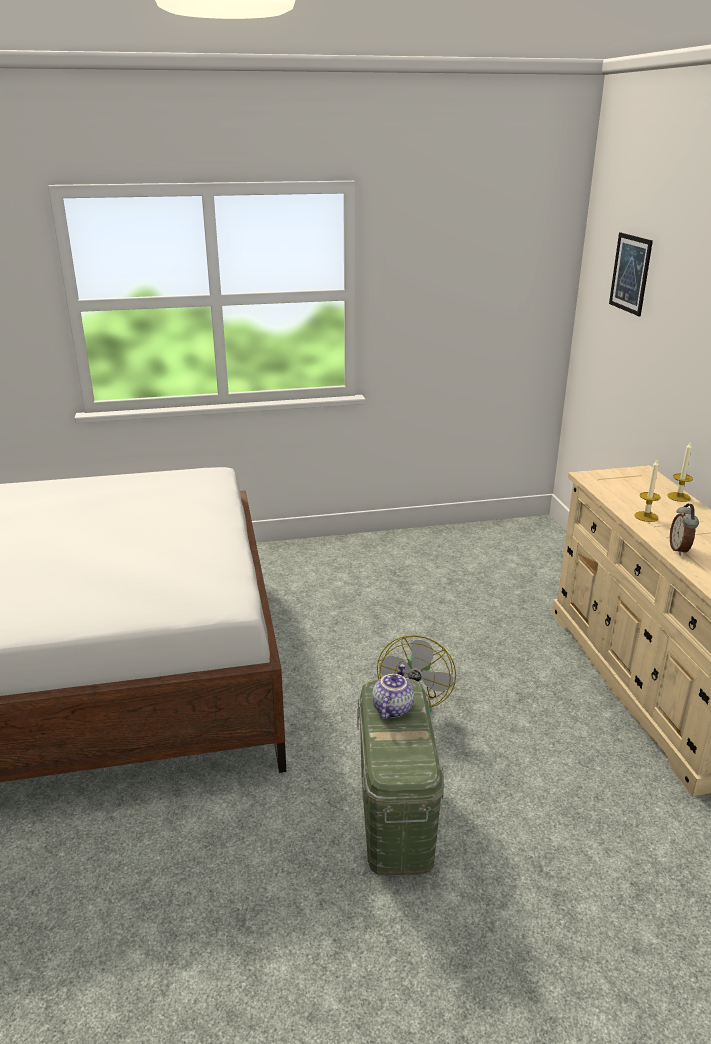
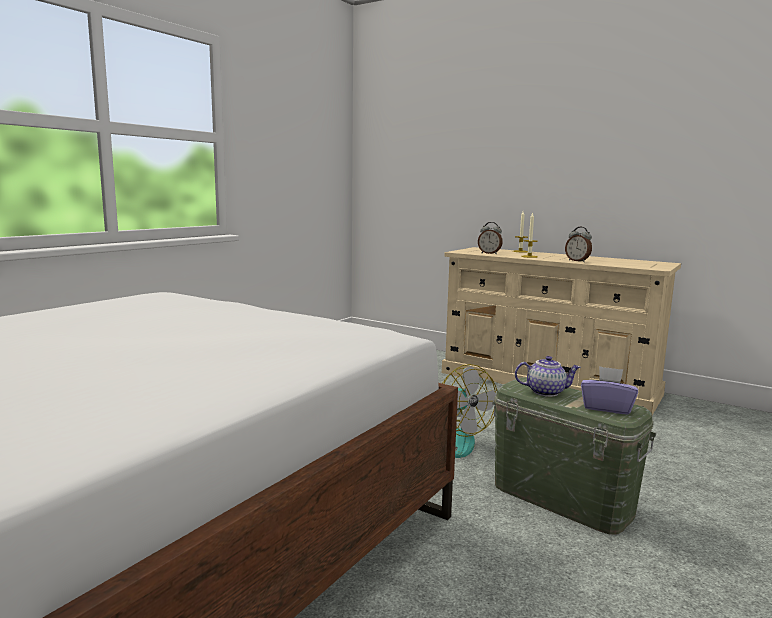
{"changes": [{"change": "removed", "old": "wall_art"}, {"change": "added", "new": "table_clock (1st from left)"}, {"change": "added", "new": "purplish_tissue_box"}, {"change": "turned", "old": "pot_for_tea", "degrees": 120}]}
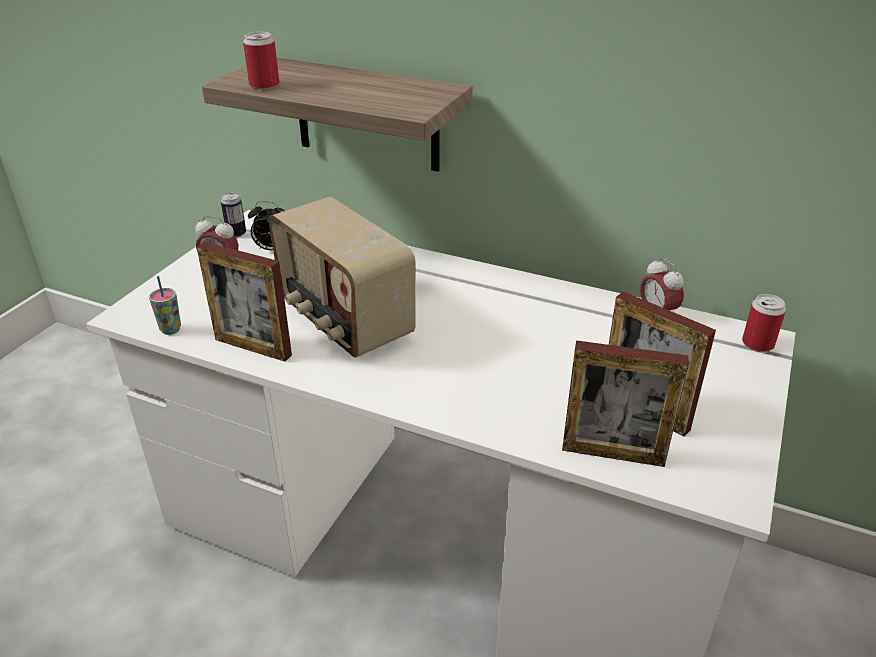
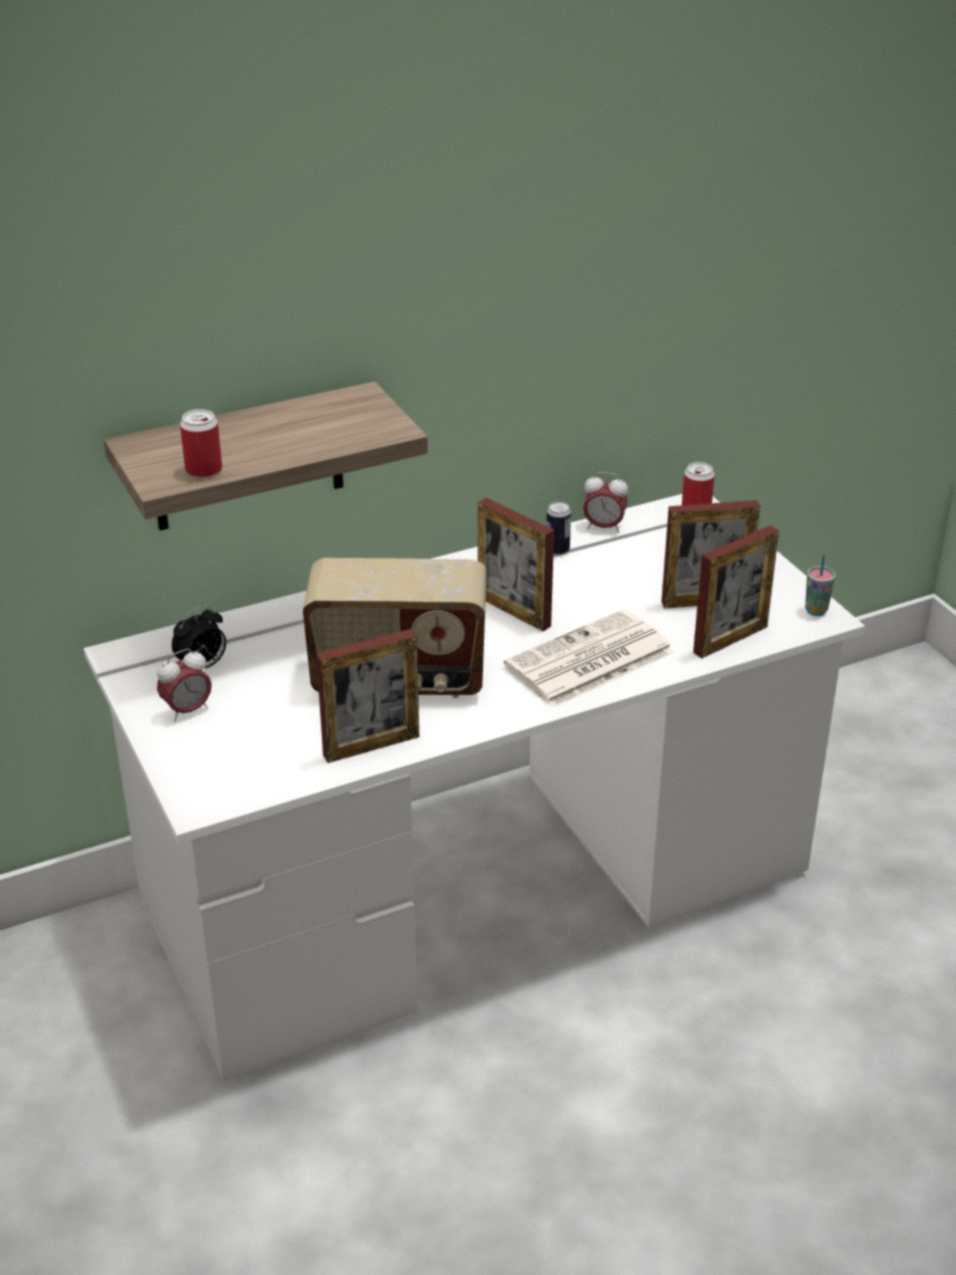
{"changes": [{"change": "added", "new": "photo_frame (2nd from left)"}, {"change": "added", "new": "newspaper"}, {"change": "moved", "old": "drinking_cup"}, {"change": "moved", "old": "can (1st from left in the first image)", "new": "can (2nd from left)"}]}
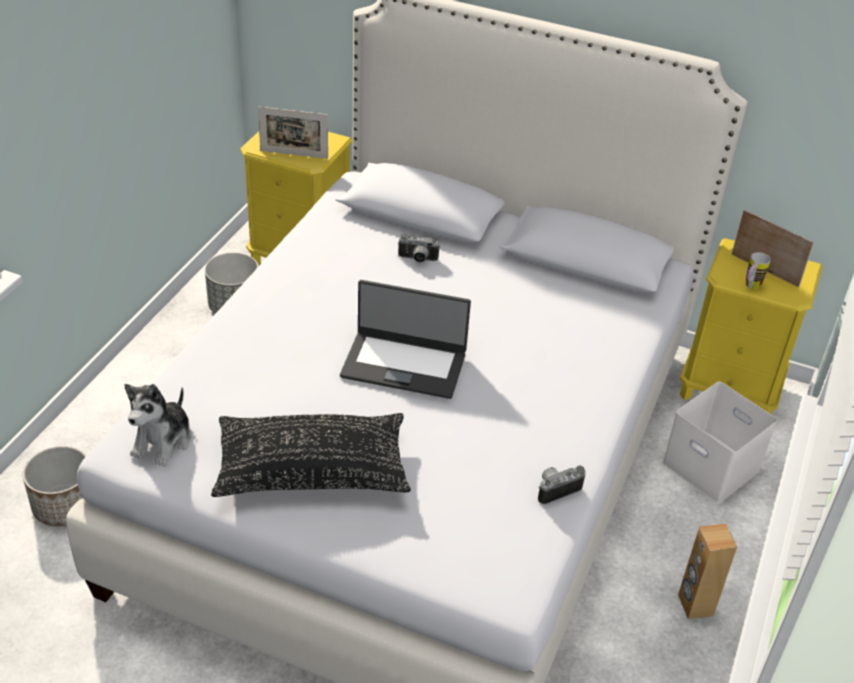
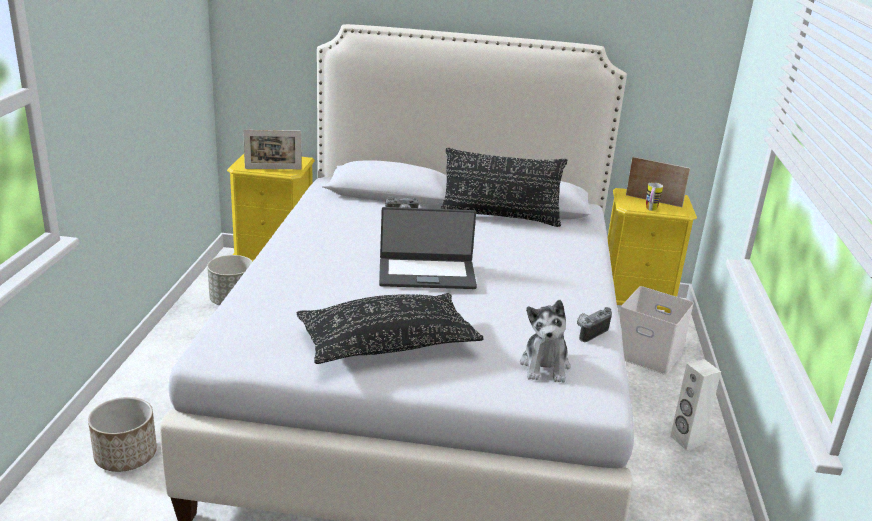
{"changes": [{"change": "added", "new": "blackish_cushion (2nd from left)"}, {"change": "moved", "old": "cuddly_toy"}, {"change": "recoloured", "old": "brownish_speaker", "new": "white_speaker"}]}
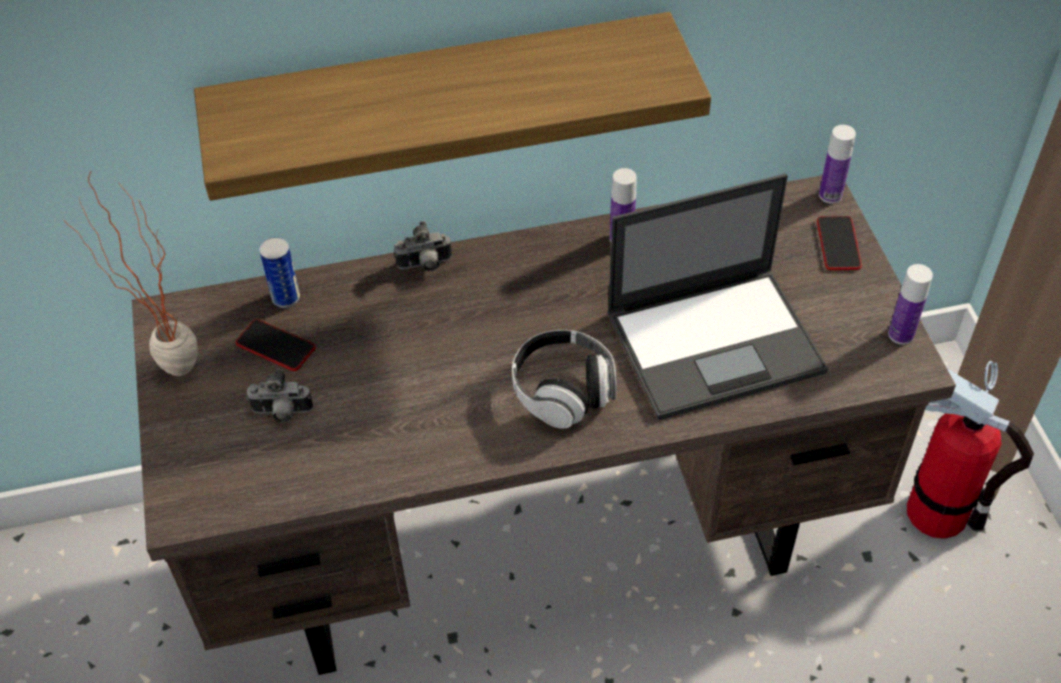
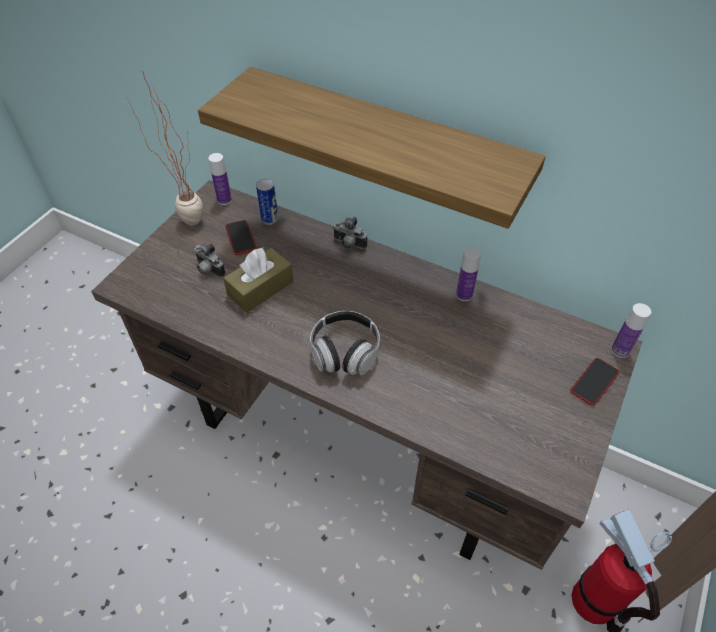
{"changes": [{"change": "removed", "old": "portable_computer"}, {"change": "added", "new": "brownish_tissue_box"}, {"change": "moved", "old": "beverage_bottle (3rd from left in the first image)", "new": "beverage_bottle (1st from left)"}]}
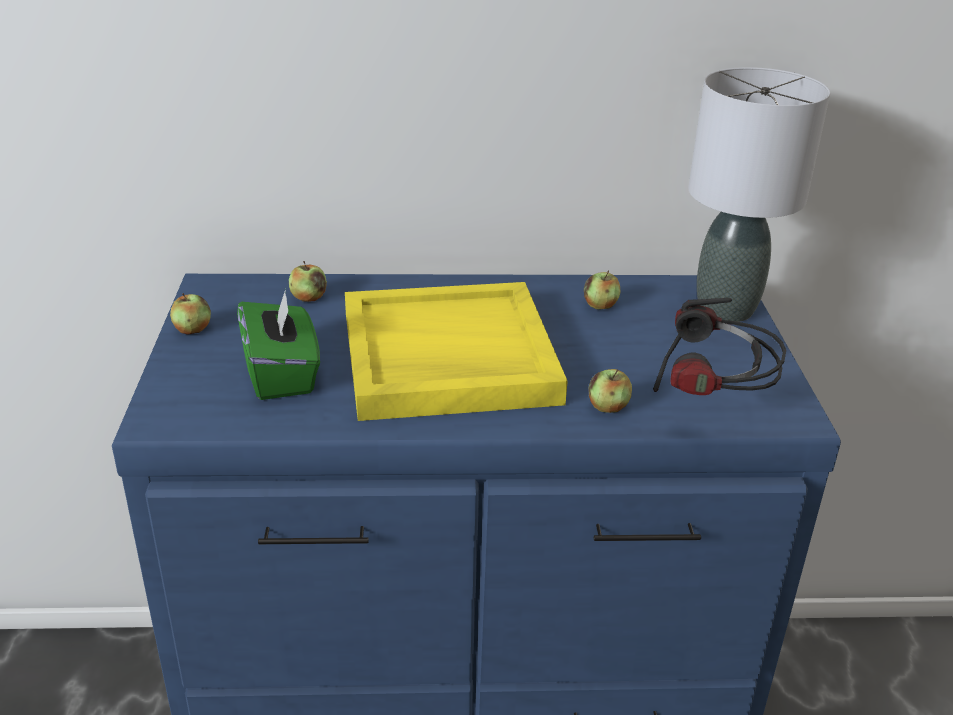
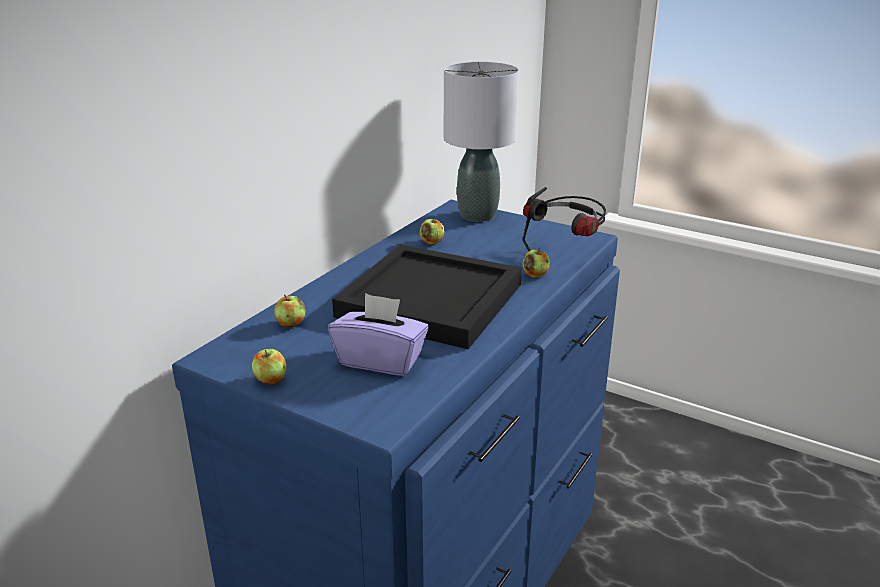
{"changes": [{"change": "recoloured", "old": "green-coloured_tissue_box", "new": "purplish_tissue_box"}, {"change": "recoloured", "old": "yellow_tray", "new": "blackish_tray"}]}
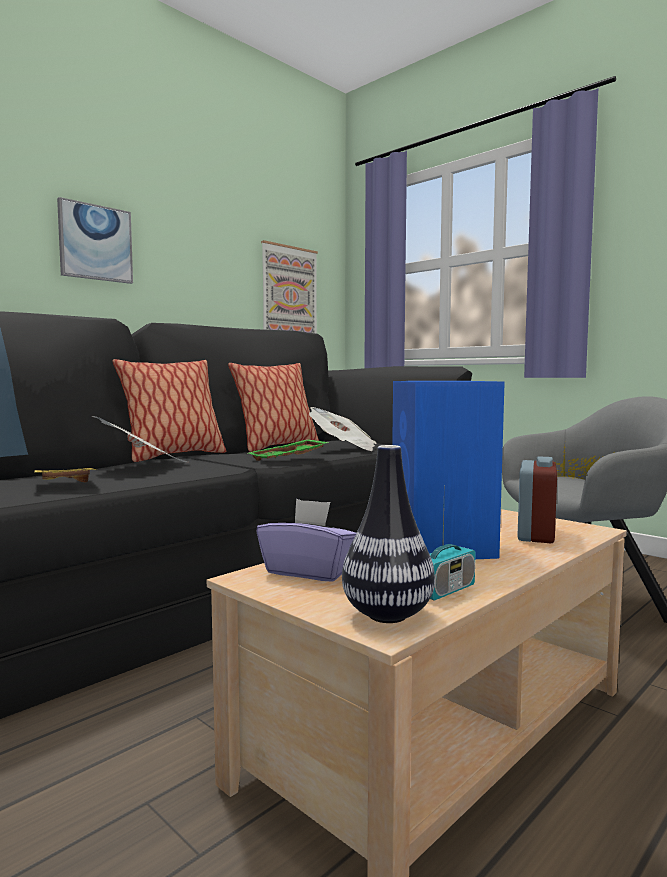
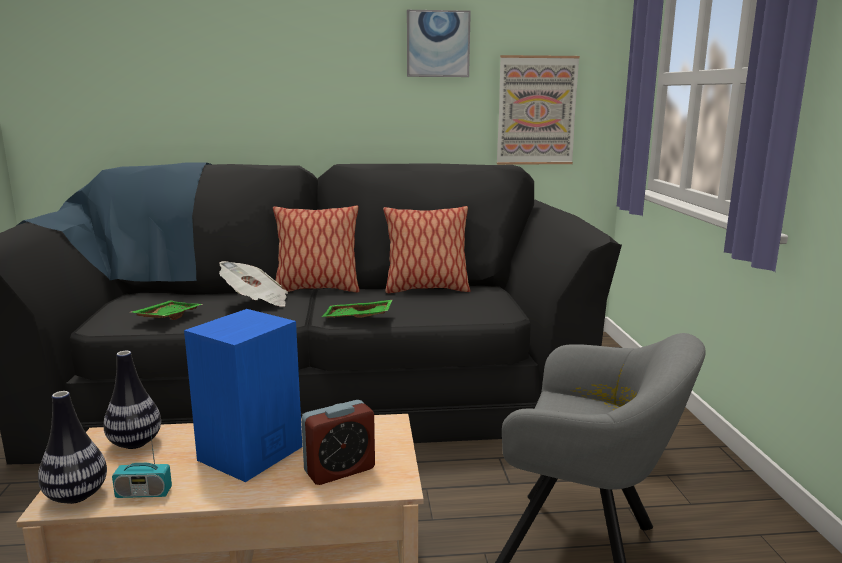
{"changes": [{"change": "removed", "old": "newspaper (2nd from left)"}, {"change": "moved", "old": "wall_art (1st from left)"}, {"change": "replaced", "old": "purplish_tissue_box", "new": "flower_vase (2nd from left)"}, {"change": "recoloured", "old": "yellow_tray", "new": "green-coloured_tray (1st from left)"}]}
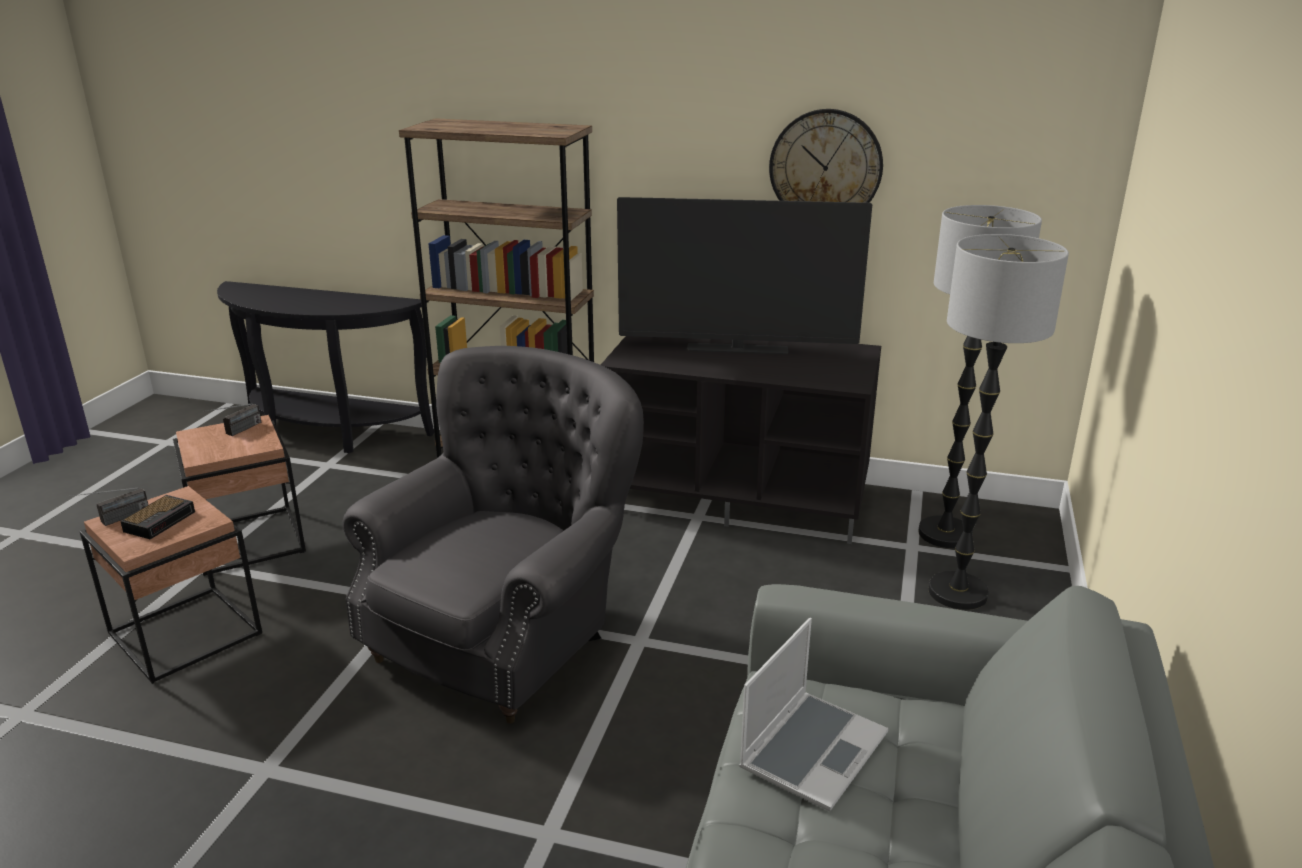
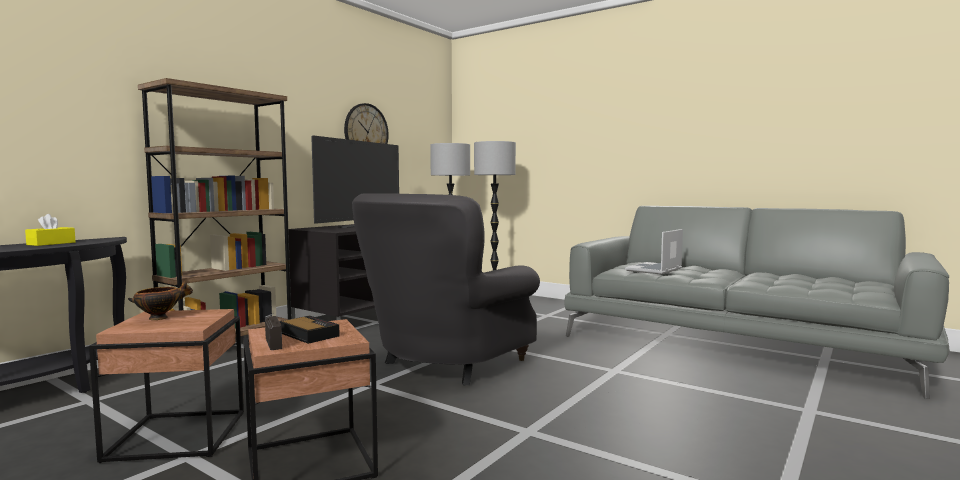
{"changes": [{"change": "added", "new": "yellow_tissue_box"}, {"change": "replaced", "old": "radio (2nd from left)", "new": "bowl"}, {"change": "turned", "old": "greyish_lounge_chair", "degrees": -105}, {"change": "turned", "old": "portable_computer", "degrees": -105}]}
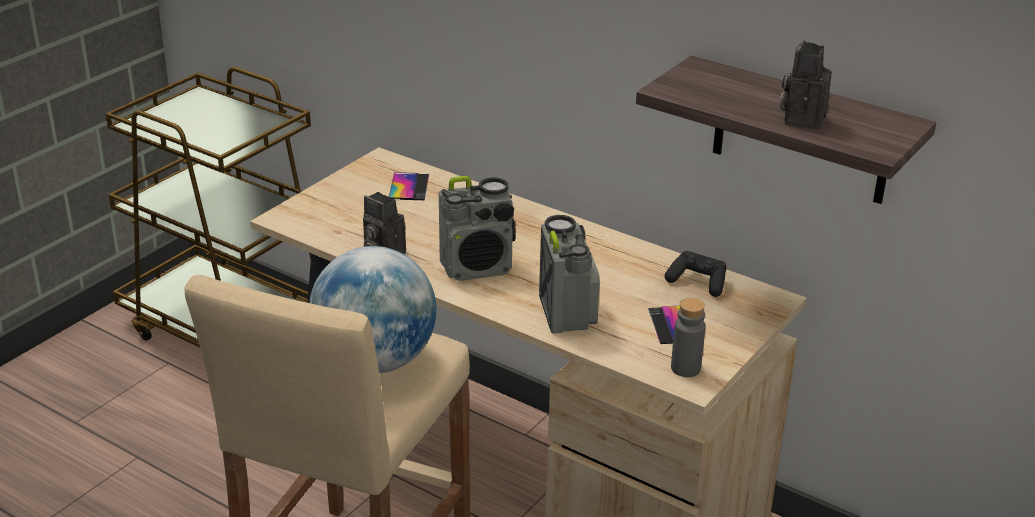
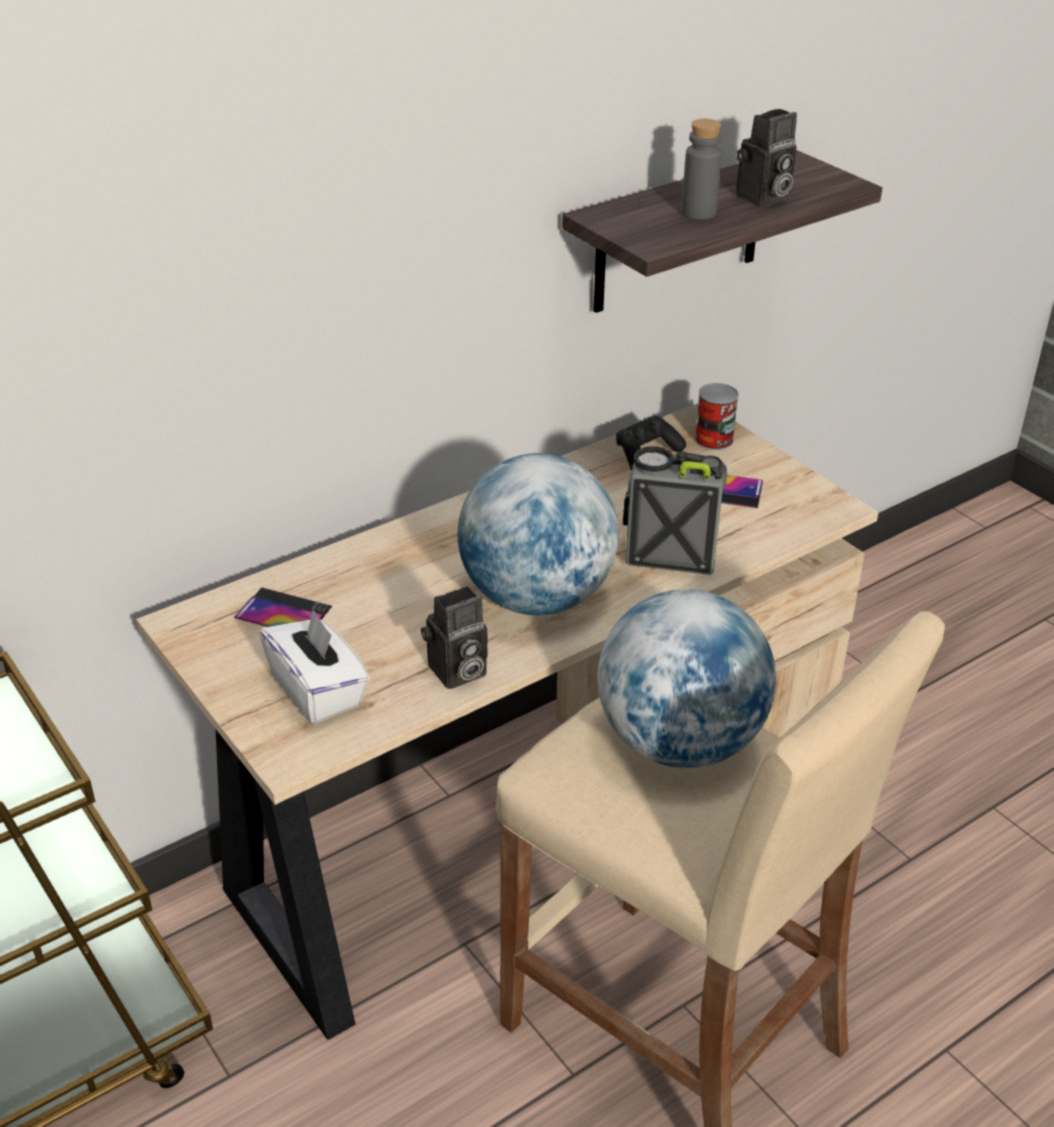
{"changes": [{"change": "added", "new": "white_tissue_box"}, {"change": "added", "new": "can"}, {"change": "moved", "old": "greyish_beverage_bottle"}, {"change": "replaced", "old": "radio (1st from left)", "new": "world_globe (1st from left)"}, {"change": "turned", "old": "photo_camera (2nd from left)", "degrees": -75}]}
